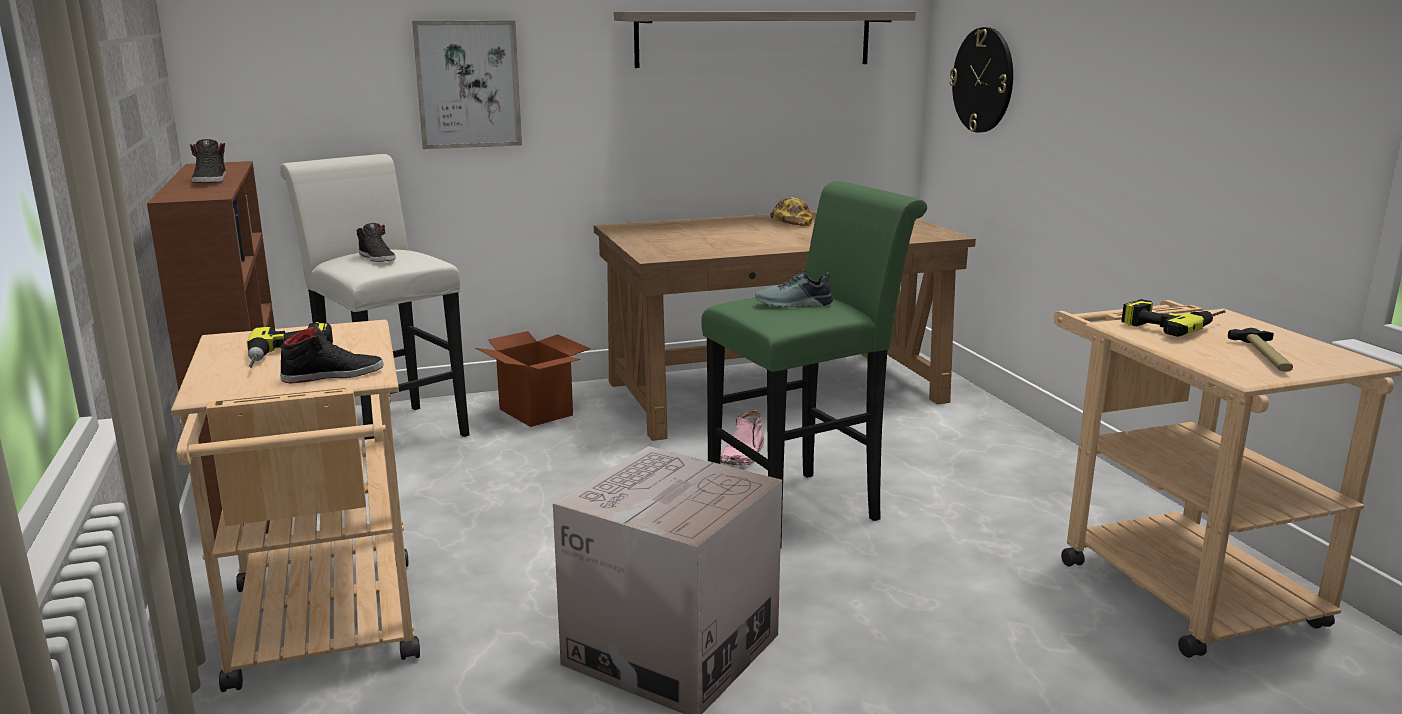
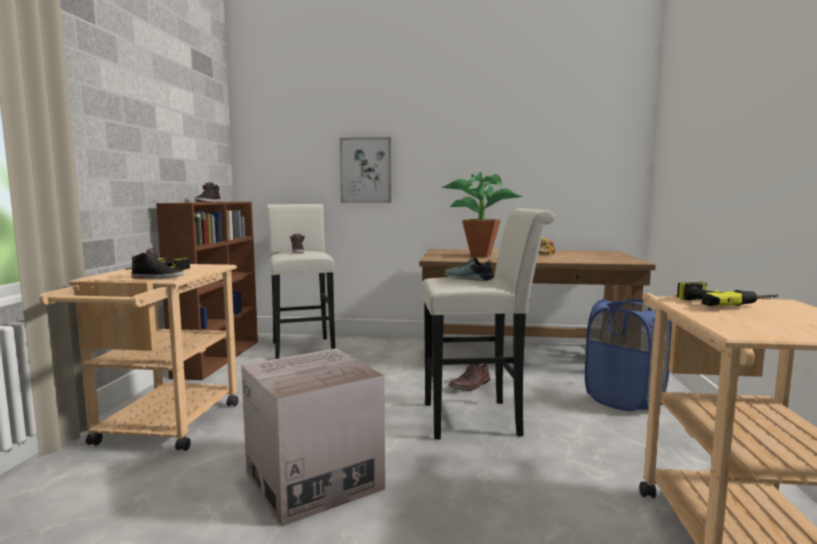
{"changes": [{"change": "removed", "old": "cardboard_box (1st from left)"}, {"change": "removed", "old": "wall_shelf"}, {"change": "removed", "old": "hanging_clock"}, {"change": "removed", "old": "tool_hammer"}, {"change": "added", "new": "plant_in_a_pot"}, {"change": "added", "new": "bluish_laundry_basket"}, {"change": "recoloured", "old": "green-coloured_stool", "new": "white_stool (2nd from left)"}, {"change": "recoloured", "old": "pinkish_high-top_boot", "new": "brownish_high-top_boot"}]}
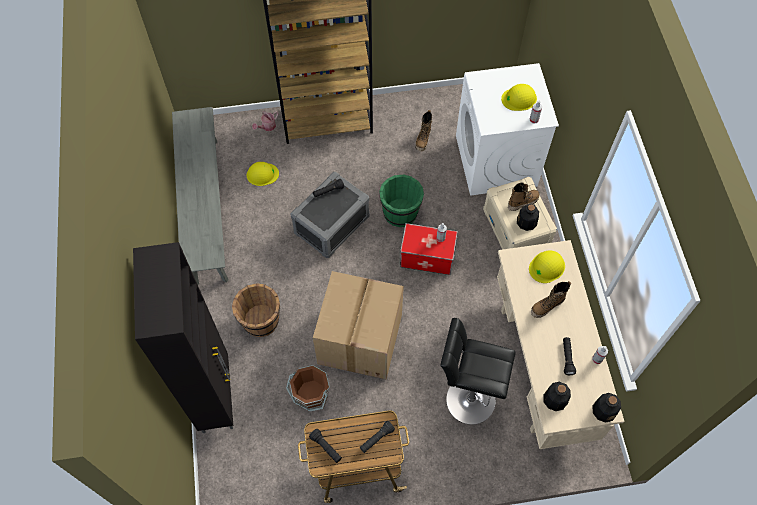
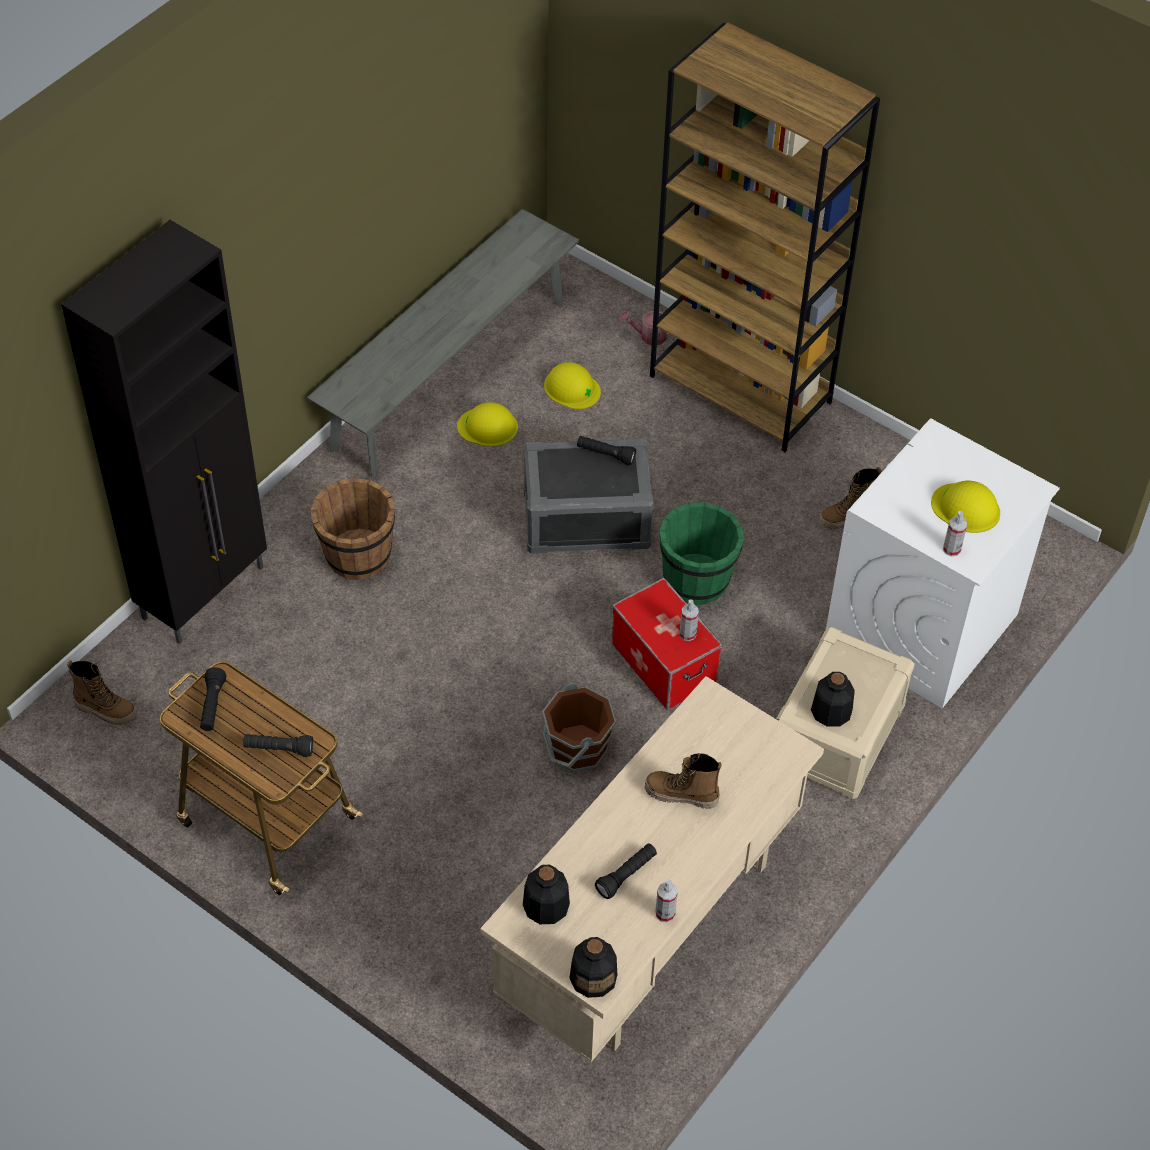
{"changes": [{"change": "removed", "old": "cardboard_box"}, {"change": "removed", "old": "blackish_stool"}, {"change": "moved", "old": "brownish_pail (2nd from left)"}, {"change": "moved", "old": "high-top_boot (2nd from left in the first image)", "new": "high-top_boot (1st from left)"}, {"change": "moved", "old": "yellow_hard_hat (3rd from left in the first image)", "new": "yellow_hard_hat (1st from left)"}]}
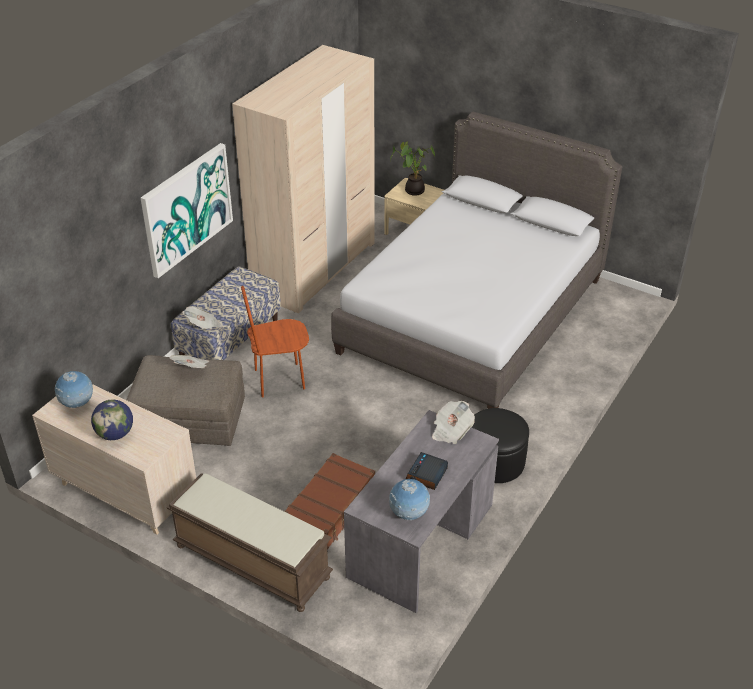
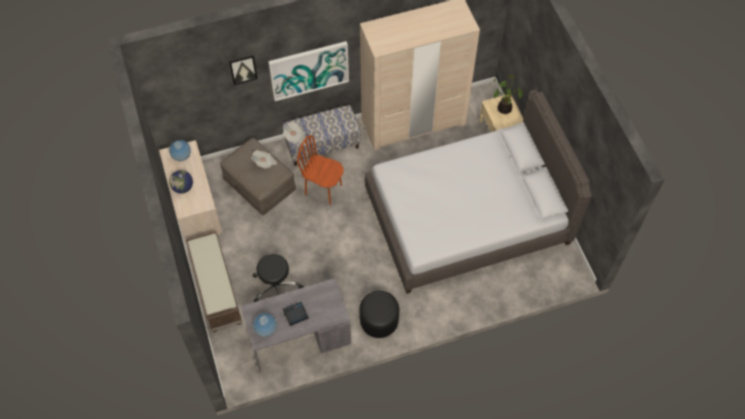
{"changes": [{"change": "removed", "old": "newspaper (3rd from left)"}, {"change": "added", "new": "wall_art (1st from left)"}, {"change": "replaced", "old": "brownish_suitcase", "new": "blackish_stool"}]}
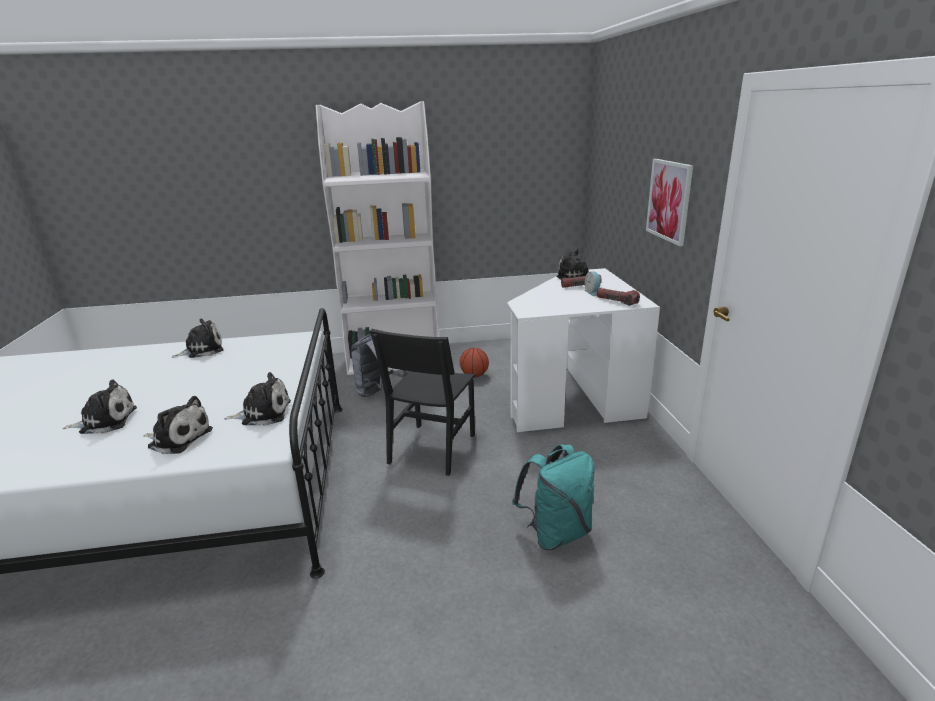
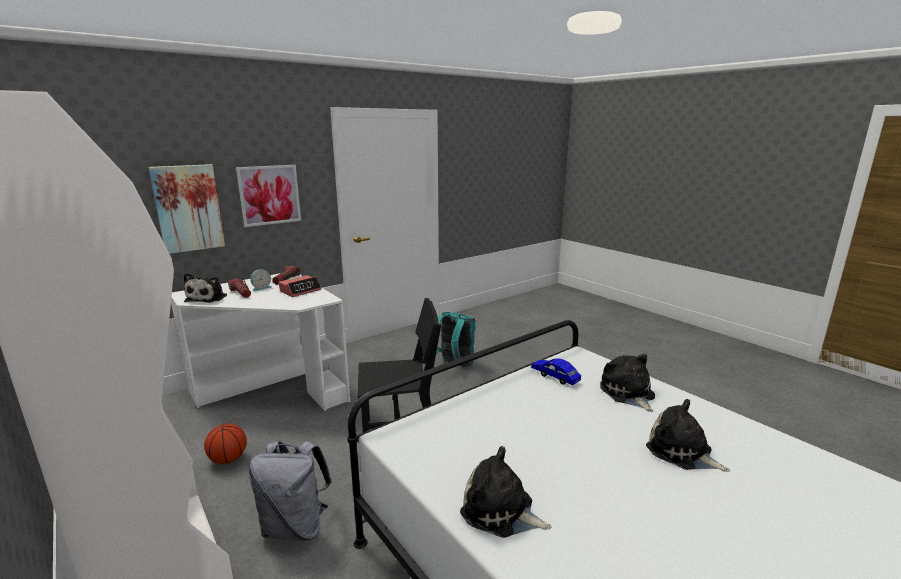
{"changes": [{"change": "added", "new": "wall_art (1st from left)"}, {"change": "added", "new": "table_clock (2nd from left)"}, {"change": "replaced", "old": "cuddly_toy (4th from left)", "new": "bluish_model_car"}]}
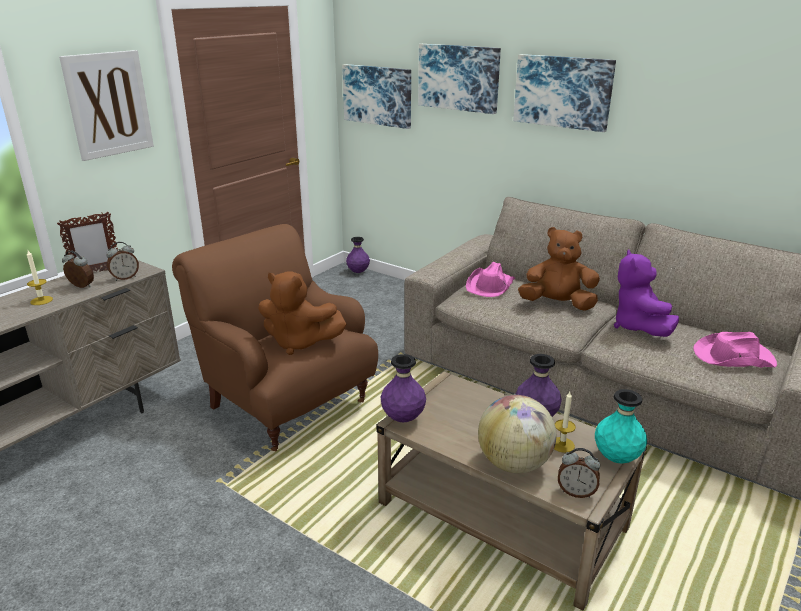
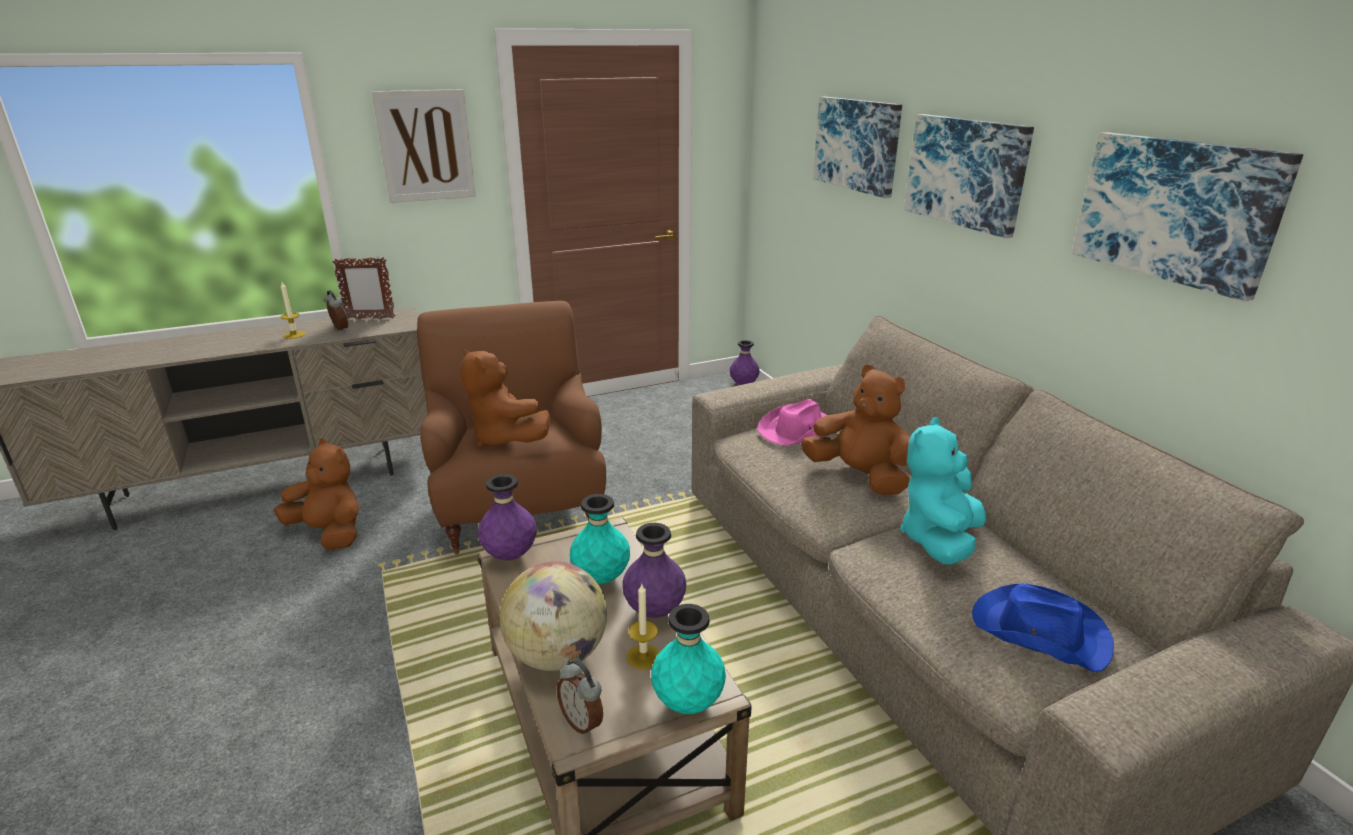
{"changes": [{"change": "removed", "old": "table_clock (2nd from left)"}, {"change": "added", "new": "brownish_cuddly_toy (1st from left)"}, {"change": "added", "new": "turquoise_flower_vase (1st from left)"}, {"change": "moved", "old": "wall_art (2nd from left in the first image)", "new": "wall_art (4th from left)"}, {"change": "recoloured", "old": "purplish_cuddly_toy", "new": "turquoise_cuddly_toy"}, {"change": "recoloured", "old": "pinkish_hat (2nd from left)", "new": "bluish_hat"}]}
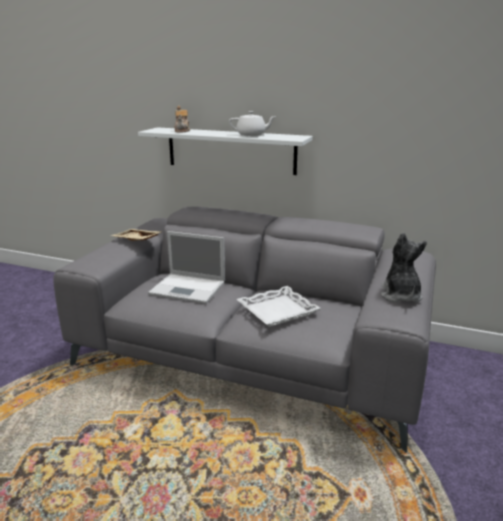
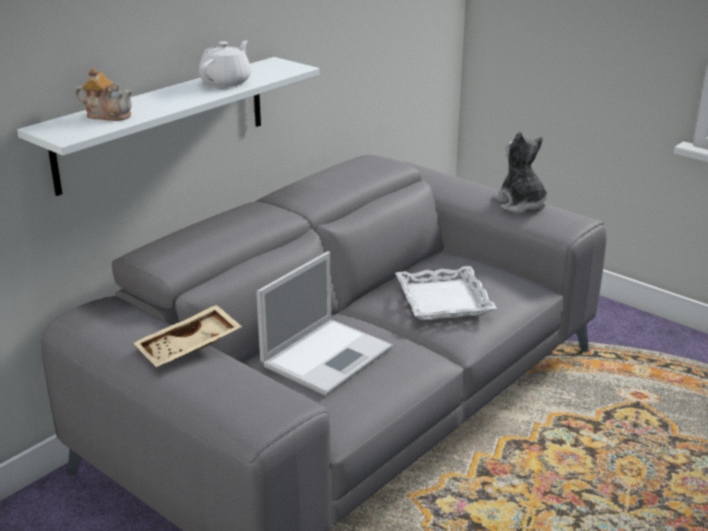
{"changes": [{"change": "turned", "old": "cuddly_toy", "degrees": 45}]}
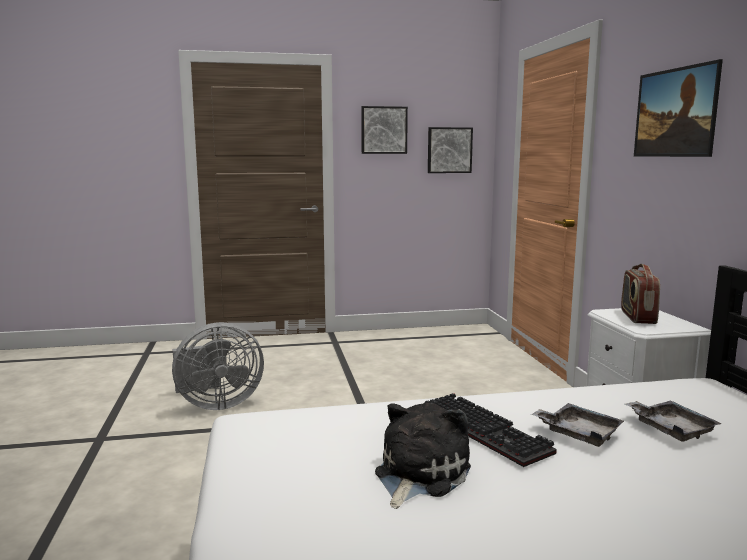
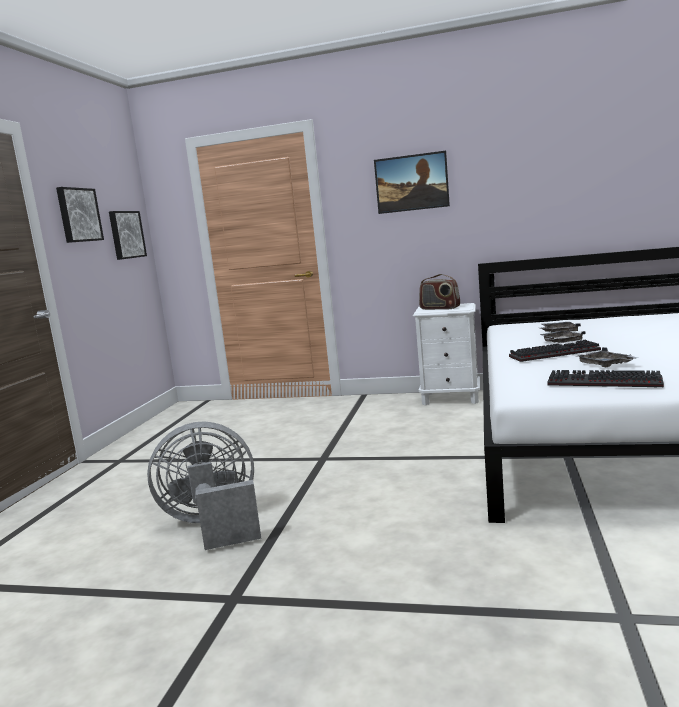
{"changes": [{"change": "added", "new": "keyboard (2nd from left)"}, {"change": "replaced", "old": "cuddly_toy", "new": "greyish_tray (3rd from left)"}, {"change": "turned", "old": "greyish_cooling_fan", "degrees": -105}]}
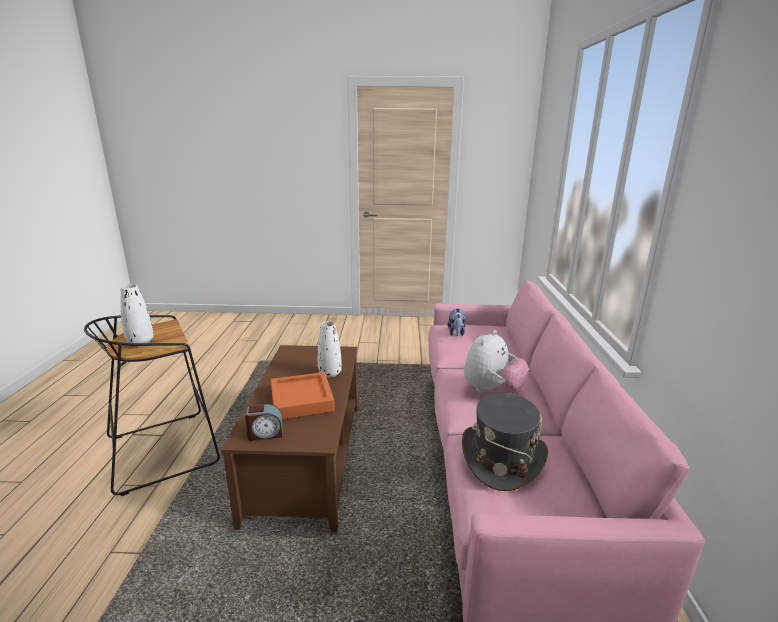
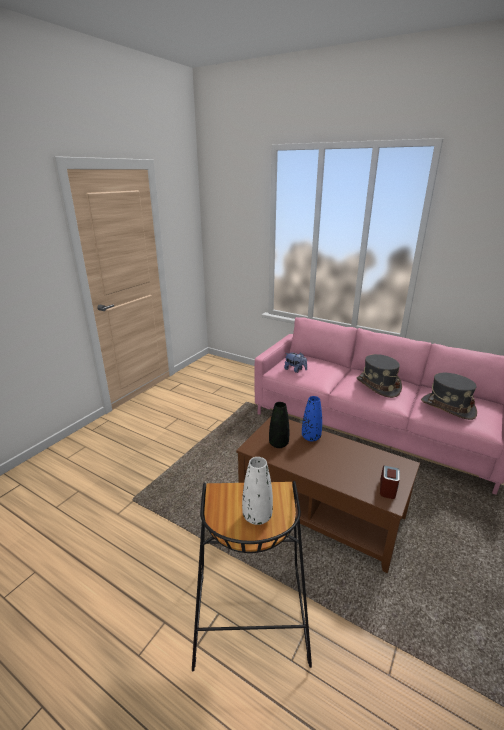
{"changes": [{"change": "removed", "old": "orange_tray"}, {"change": "added", "new": "blackish_flower_vase"}, {"change": "replaced", "old": "cuddly_toy (2nd from left)", "new": "greyish_hat (1st from left)"}, {"change": "recoloured", "old": "white_flower_vase (2nd from left)", "new": "bluish_flower_vase"}]}
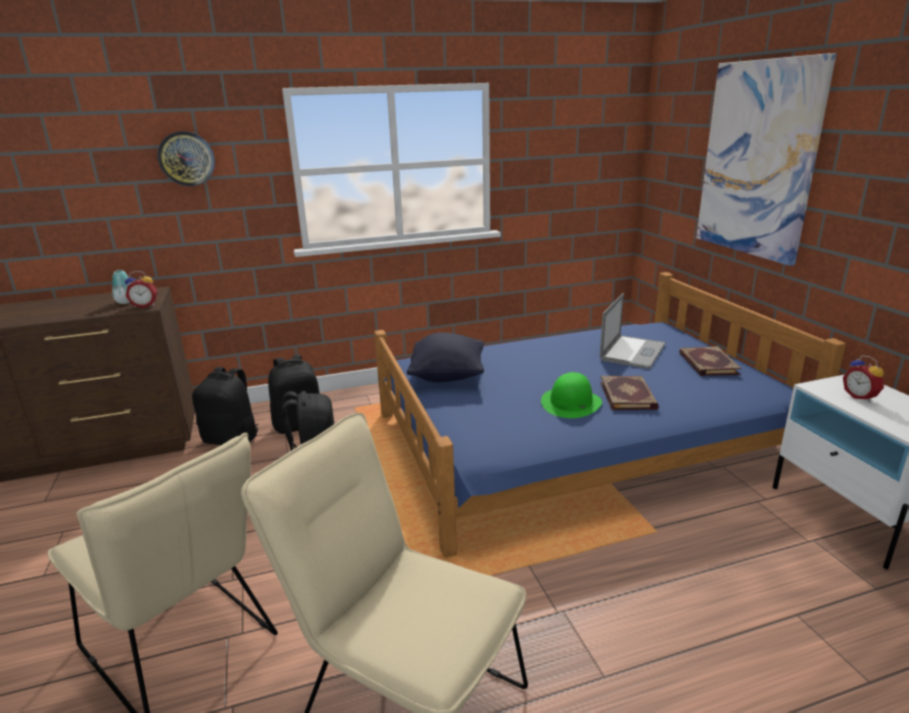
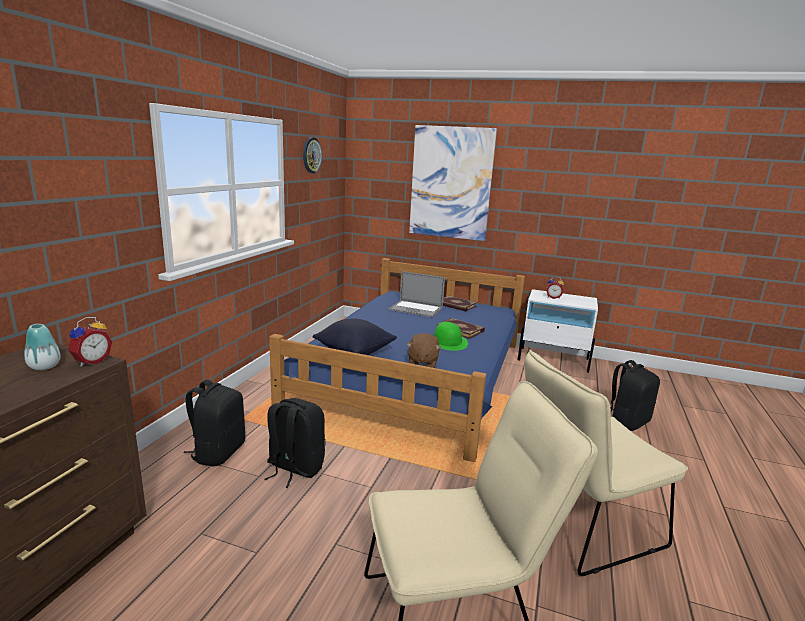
{"changes": [{"change": "added", "new": "brownish_cuddly_toy"}, {"change": "moved", "old": "hanging_clock"}, {"change": "moved", "old": "blackish_backpack (1st from left in the first image)", "new": "blackish_backpack (3rd from left)"}, {"change": "turned", "old": "portable_computer", "degrees": 135}]}
